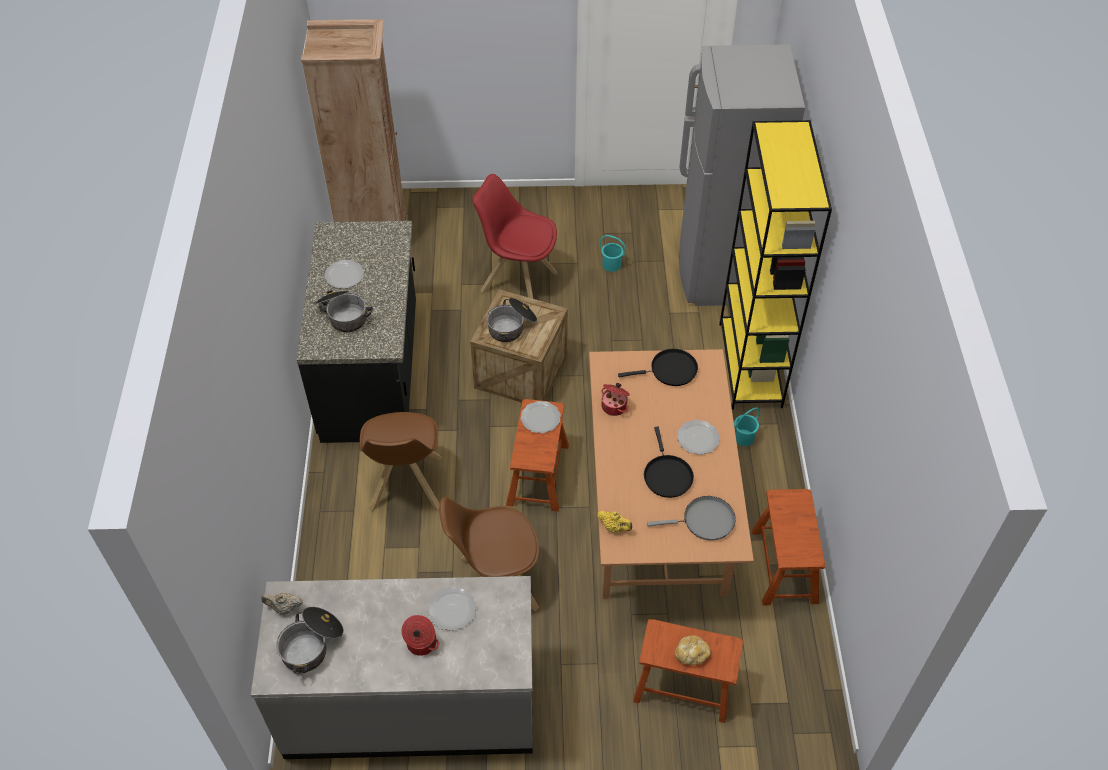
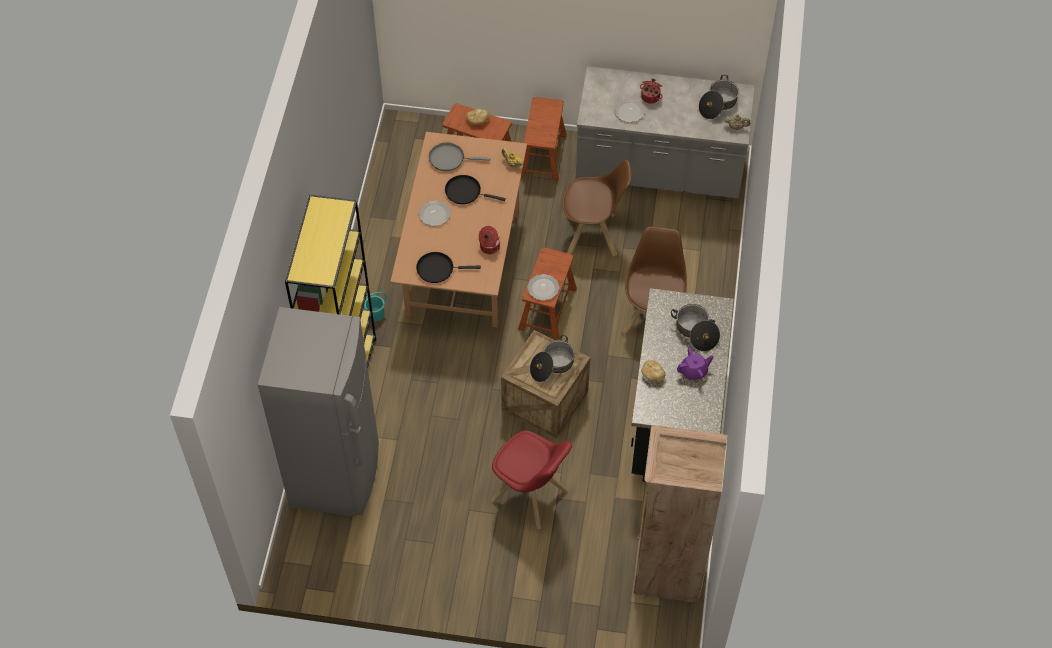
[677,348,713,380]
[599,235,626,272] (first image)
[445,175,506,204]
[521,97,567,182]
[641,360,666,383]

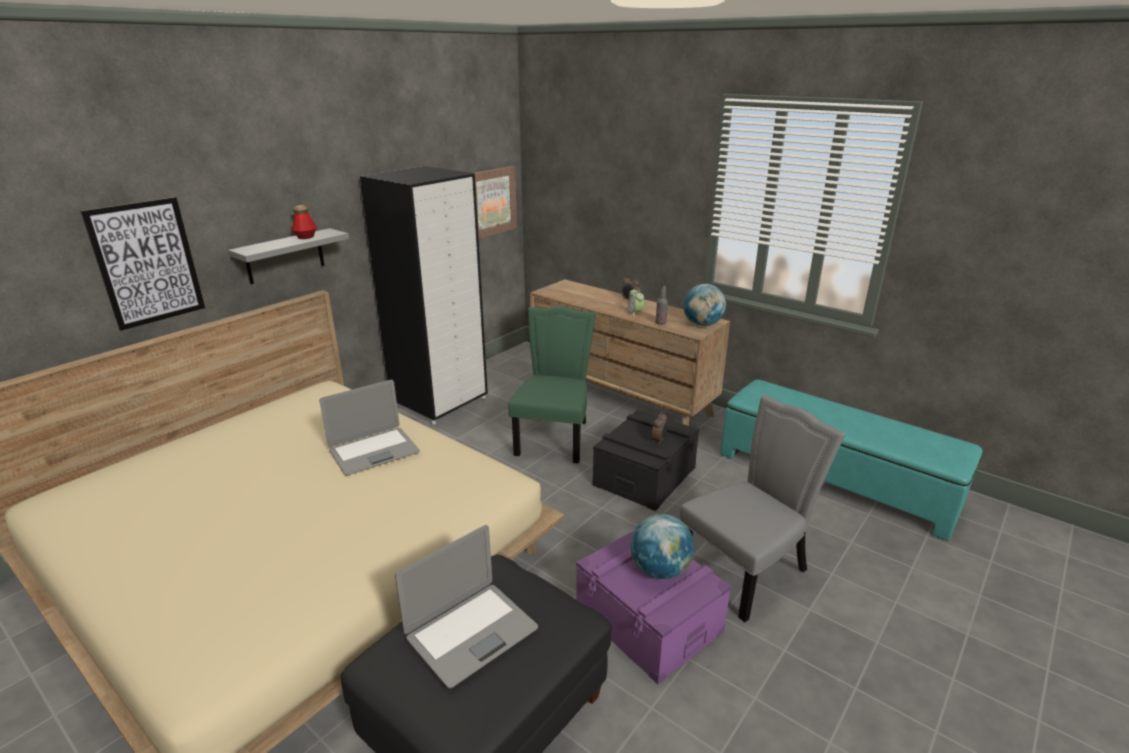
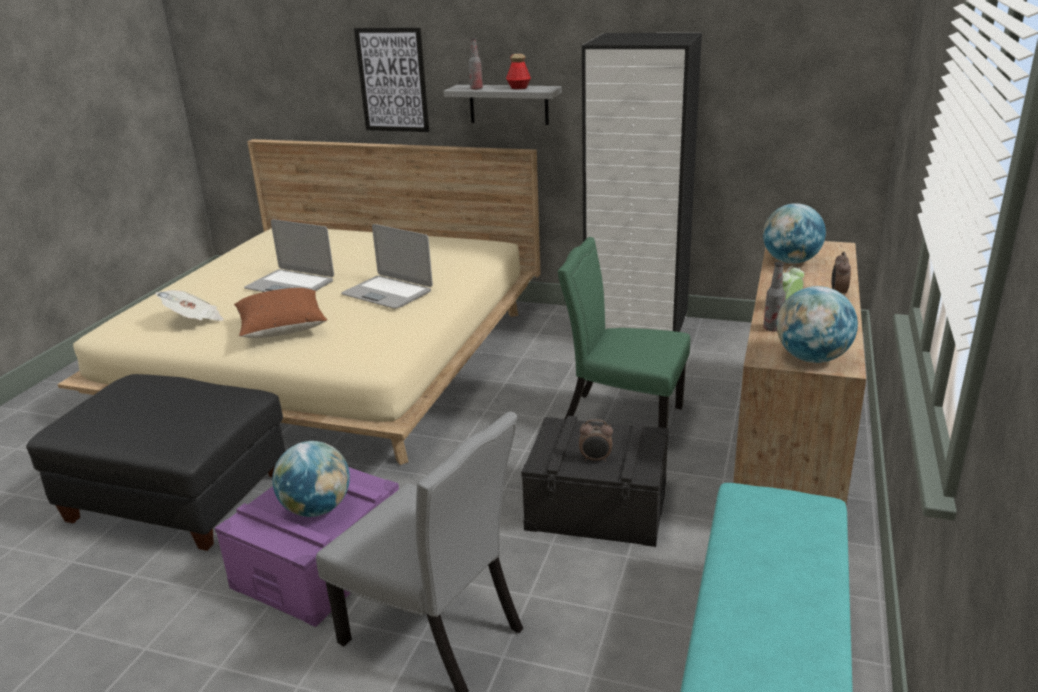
[244,219,334,292]
[475,166,517,238] (first image)
[558,237,690,428]
[155,290,224,321]
[234,288,327,338]
[469,38,483,90]
[763,203,826,264]

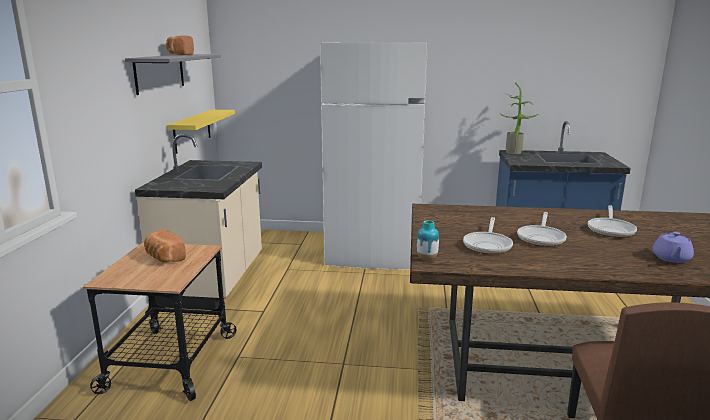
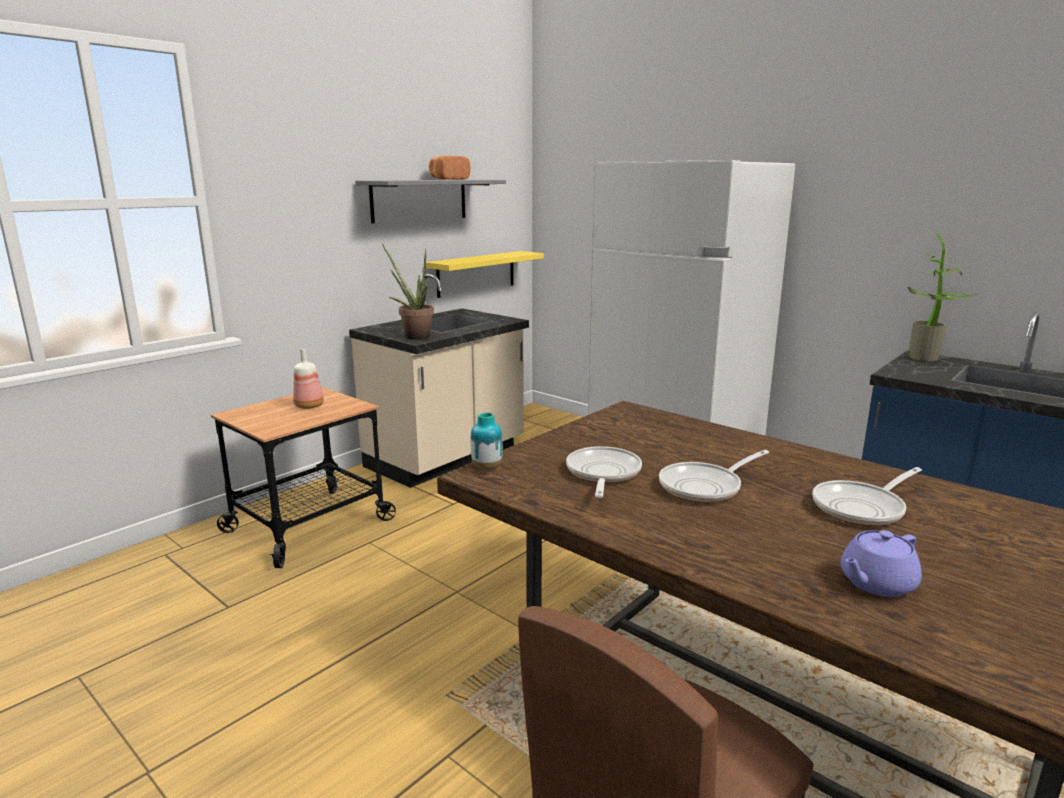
[293,348,324,409]
[566,446,642,498]
[382,244,434,340]

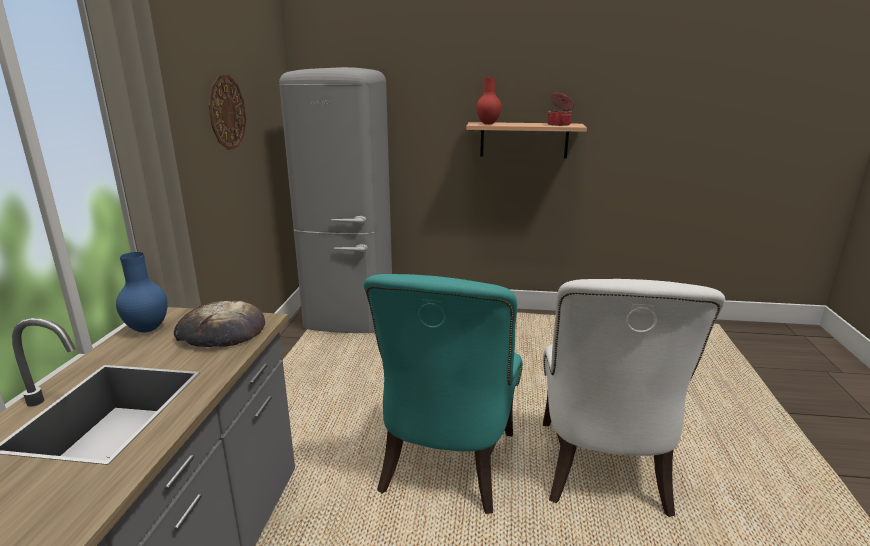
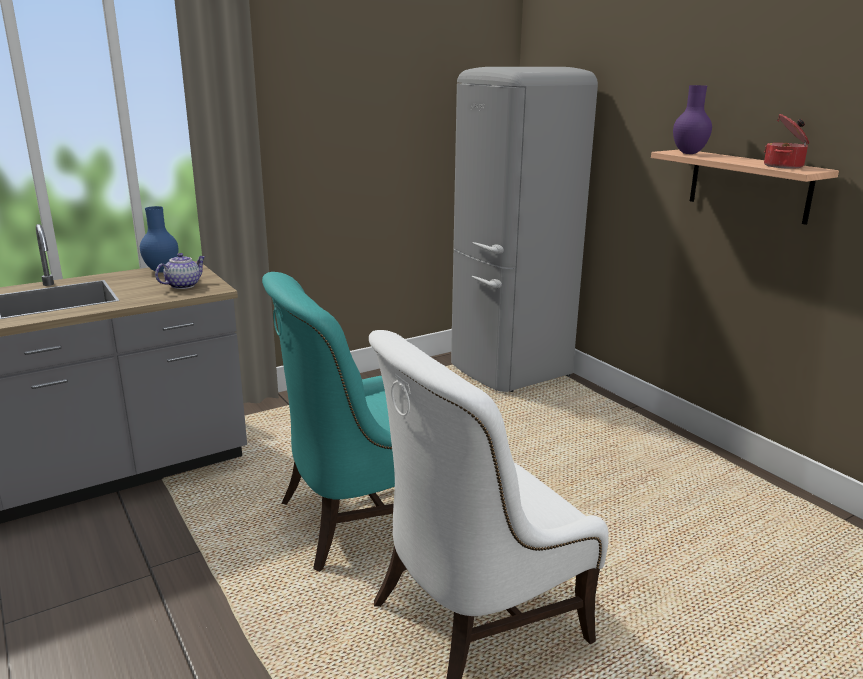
[155,253,206,289]
[209,75,246,150] (first image)
[673,85,712,154]

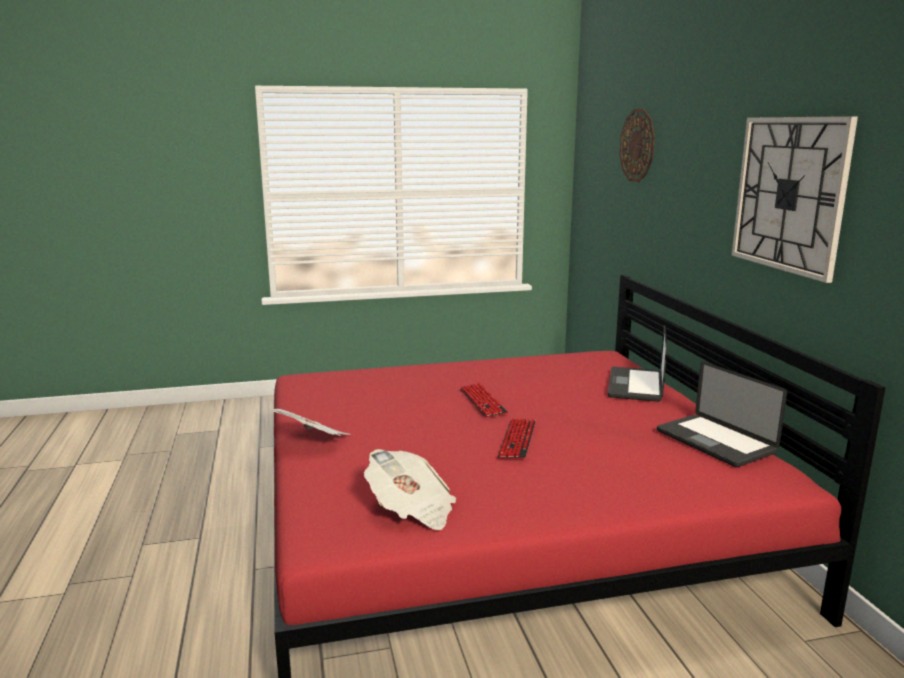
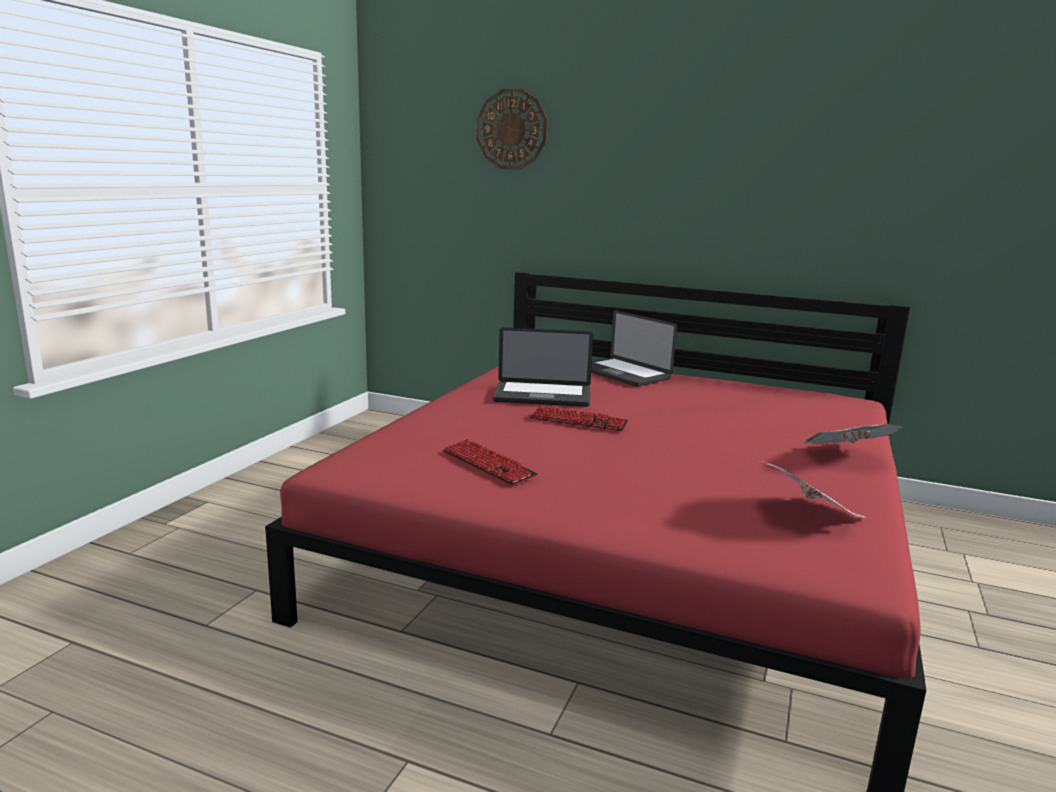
[803,424,902,444]
[443,439,538,486]
[493,327,593,407]
[732,116,858,283] (first image)

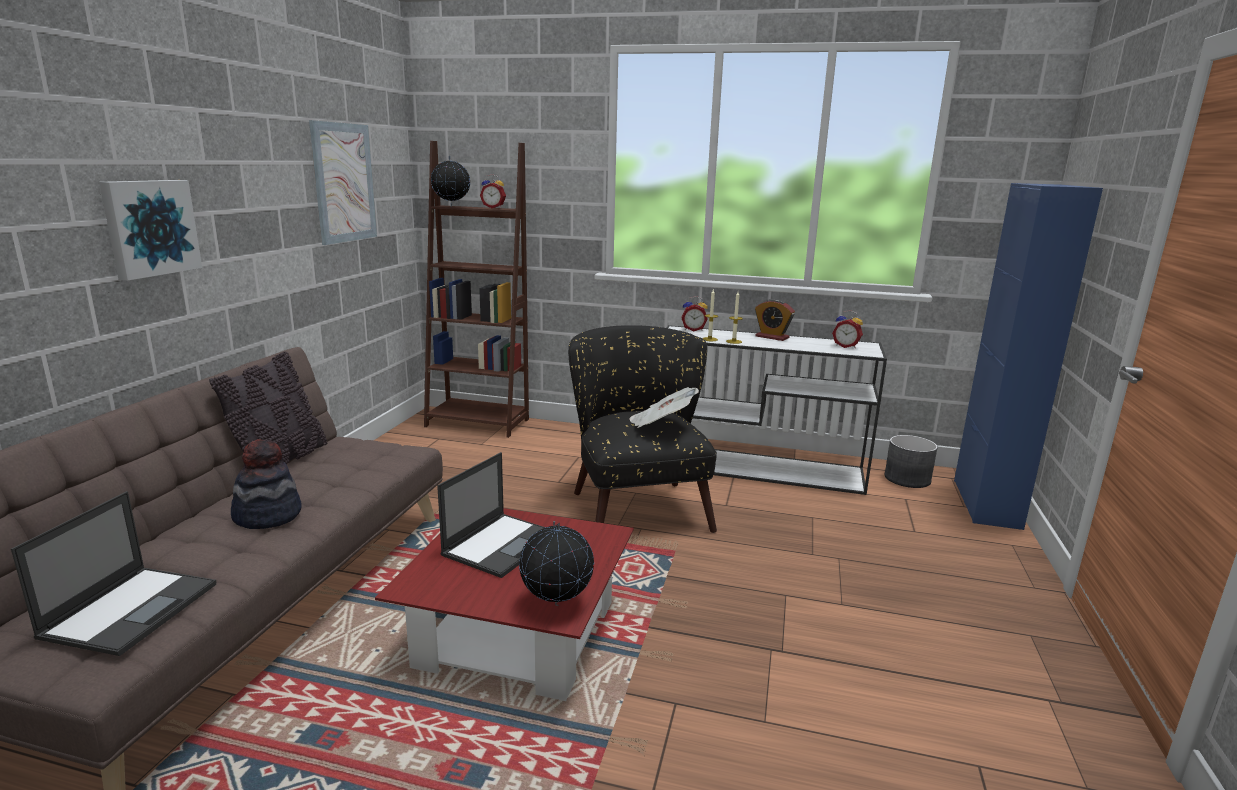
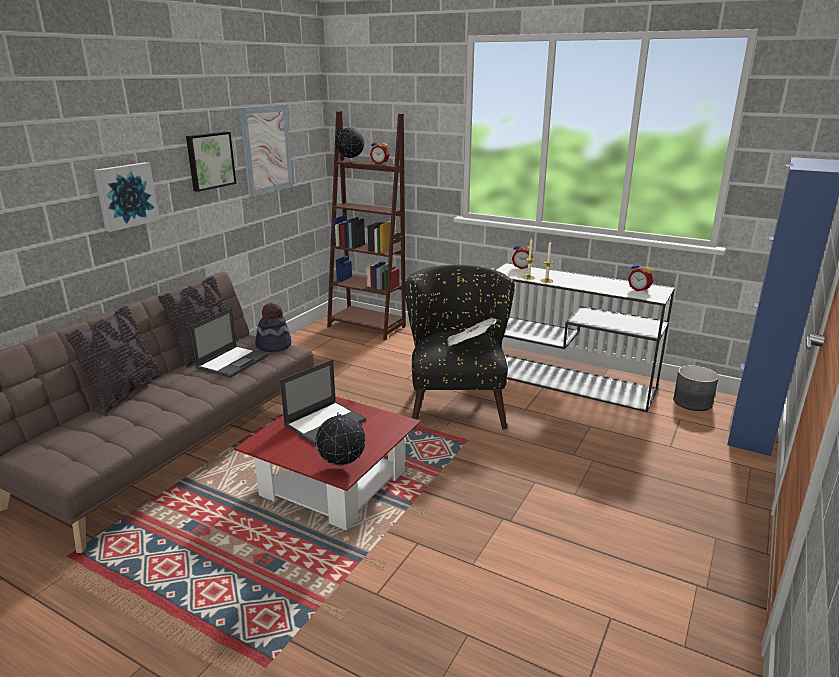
[190,308,269,378]
[255,303,292,352]
[755,299,795,341] (first image)
[65,306,162,414]
[186,132,236,192]

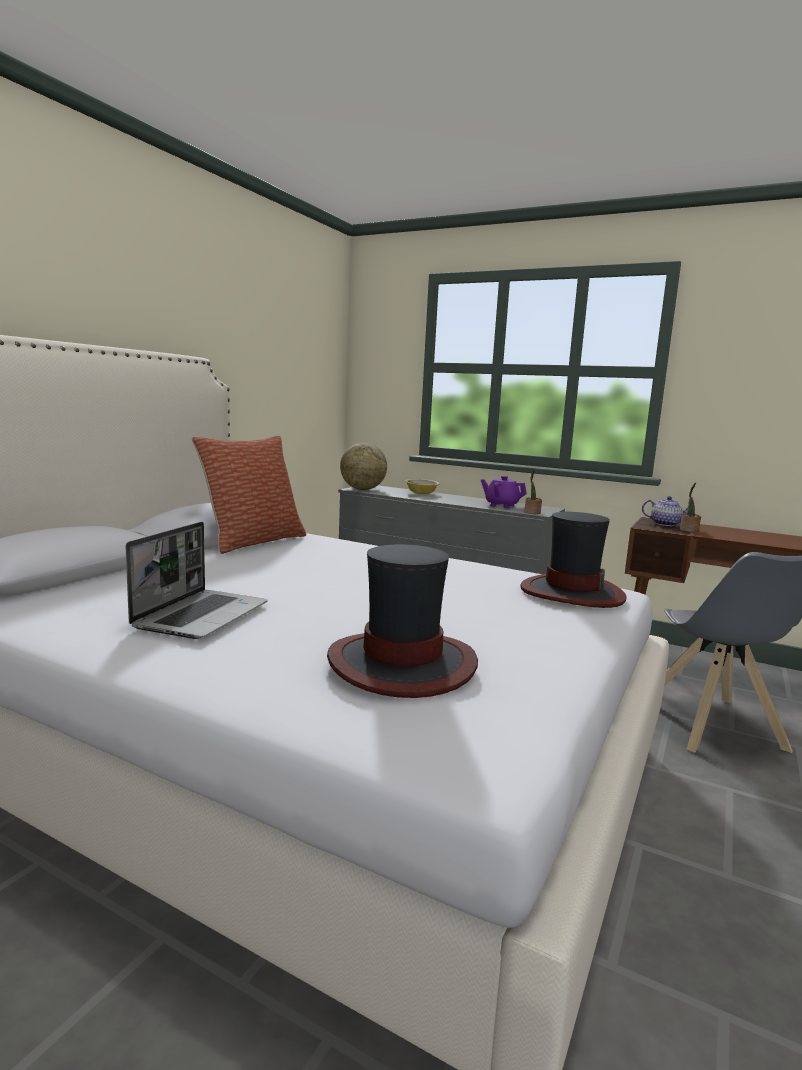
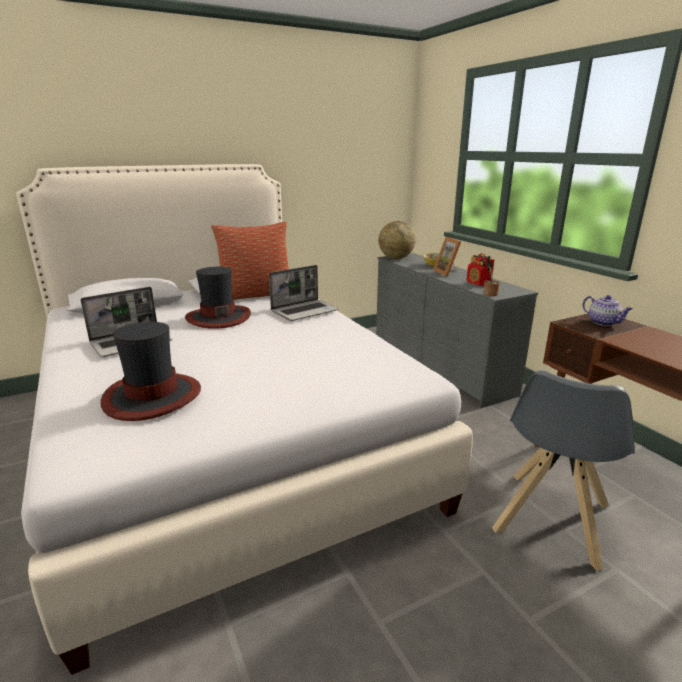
[467,253,494,286]
[185,267,251,329]
[680,482,701,532] (first image)
[269,265,339,321]
[433,237,461,277]

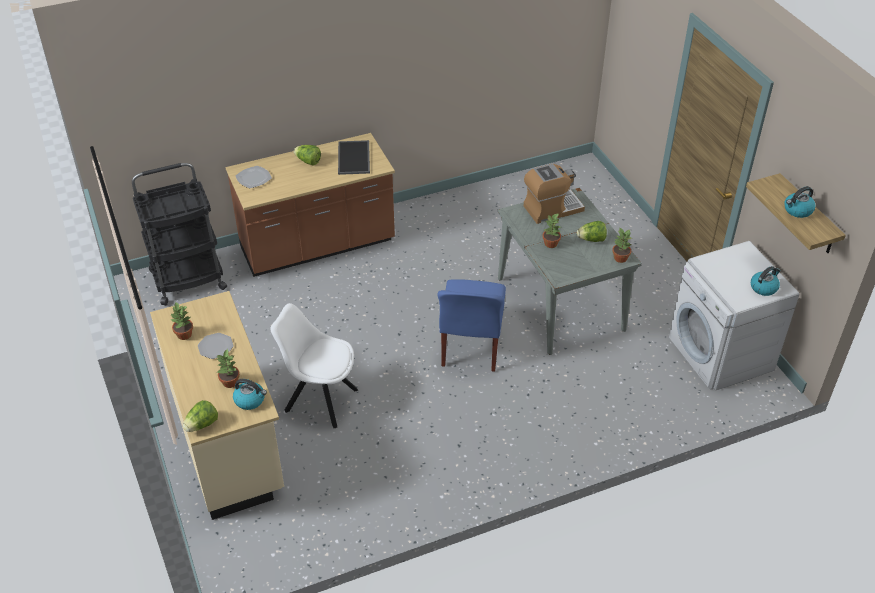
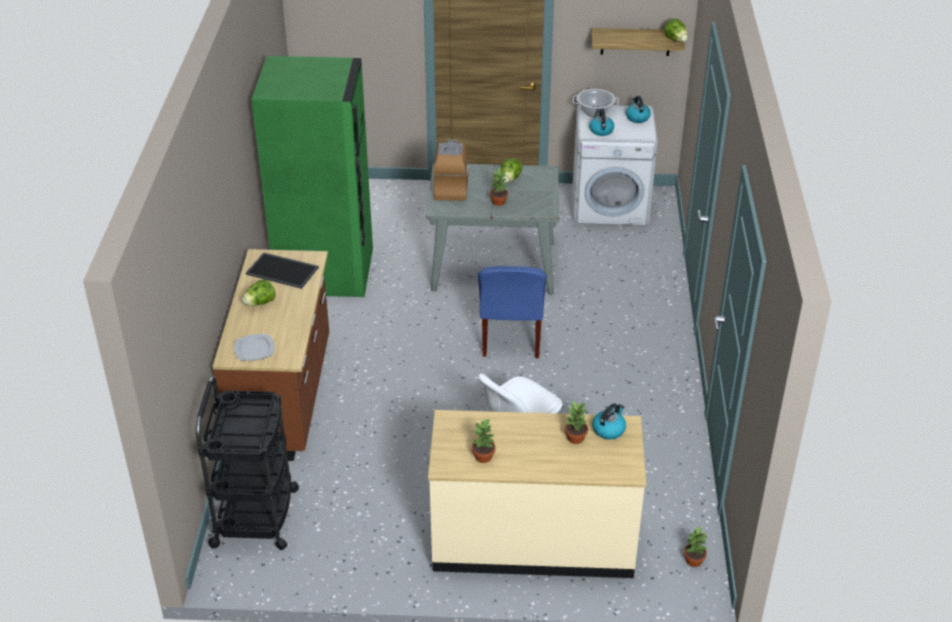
[664,19,688,42]
[198,333,234,359] (first image)
[478,266,547,358]
[684,527,708,567]
[589,108,614,136]
[251,56,373,297]
[572,89,619,117]

